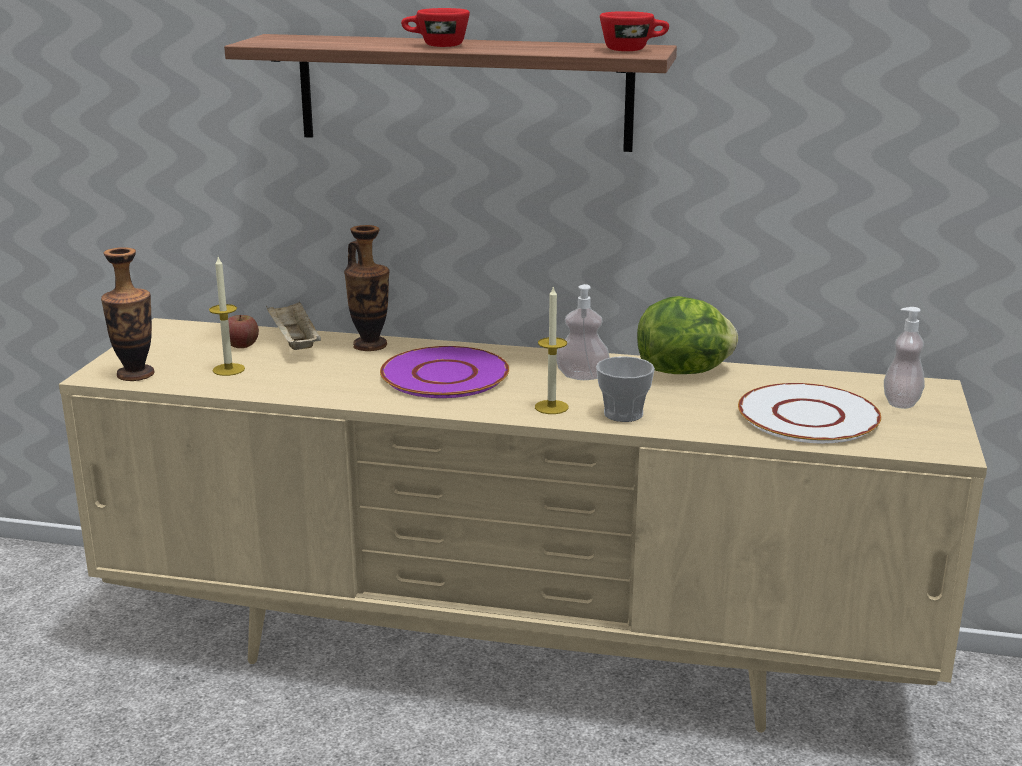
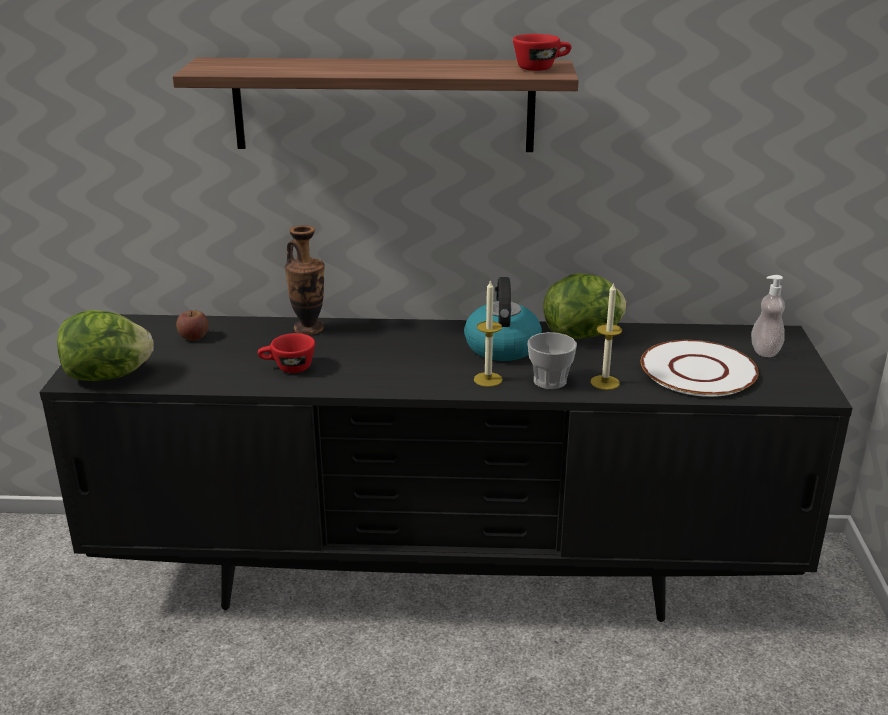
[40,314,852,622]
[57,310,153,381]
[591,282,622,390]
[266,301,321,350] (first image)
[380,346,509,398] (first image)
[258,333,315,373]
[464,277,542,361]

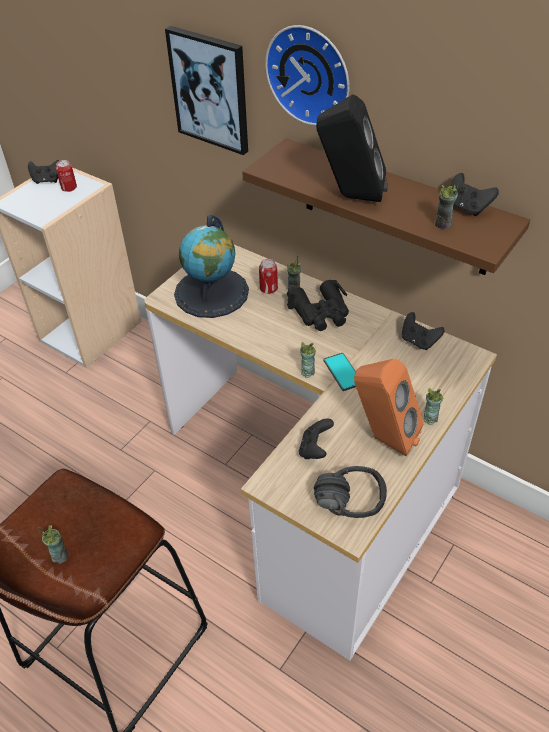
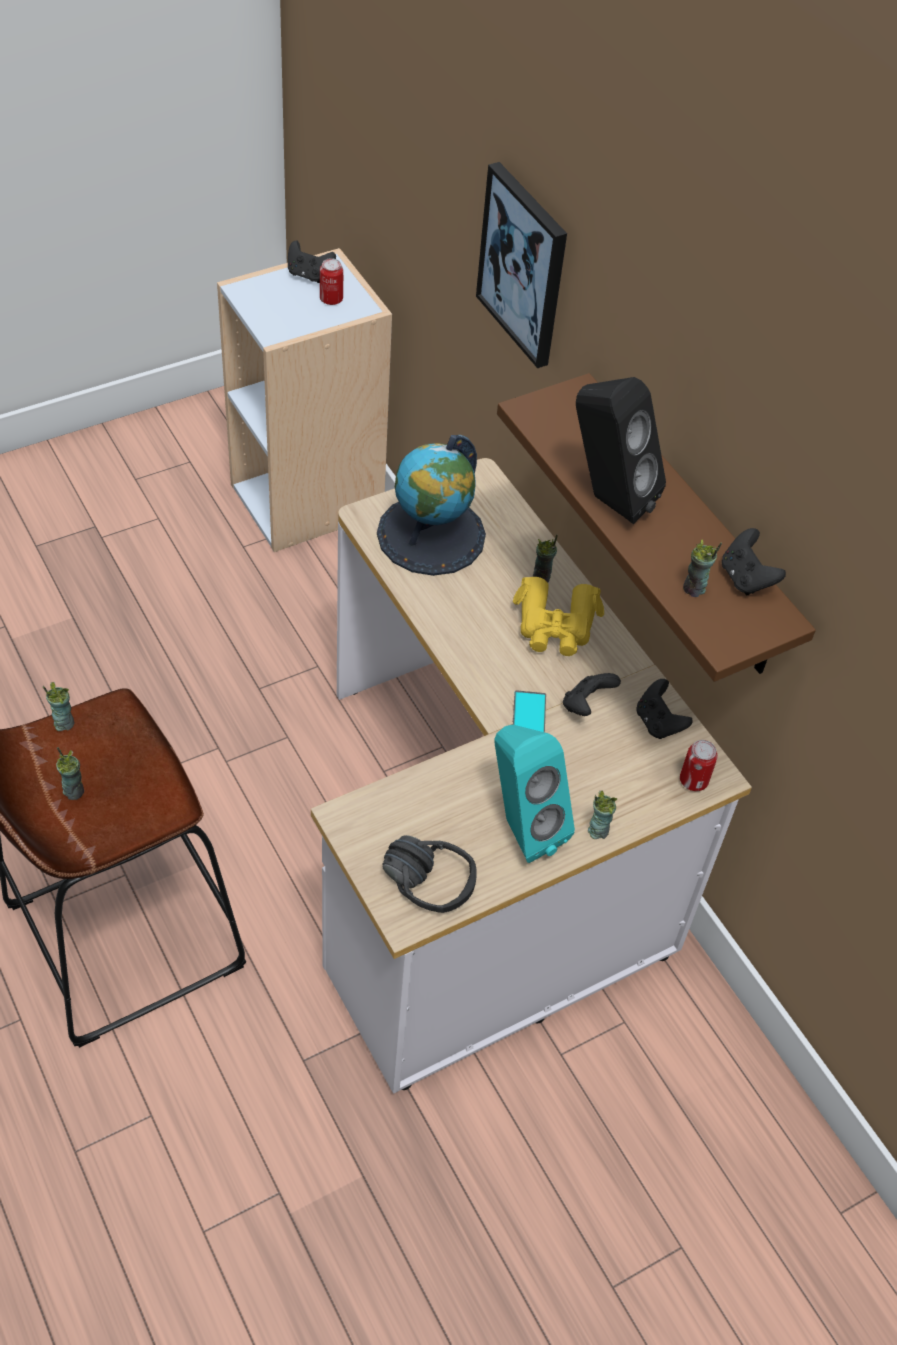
[680,740,717,791]
[265,25,350,126] (first image)
[513,577,604,656]
[563,673,621,716]
[43,682,74,731]
[494,725,575,863]

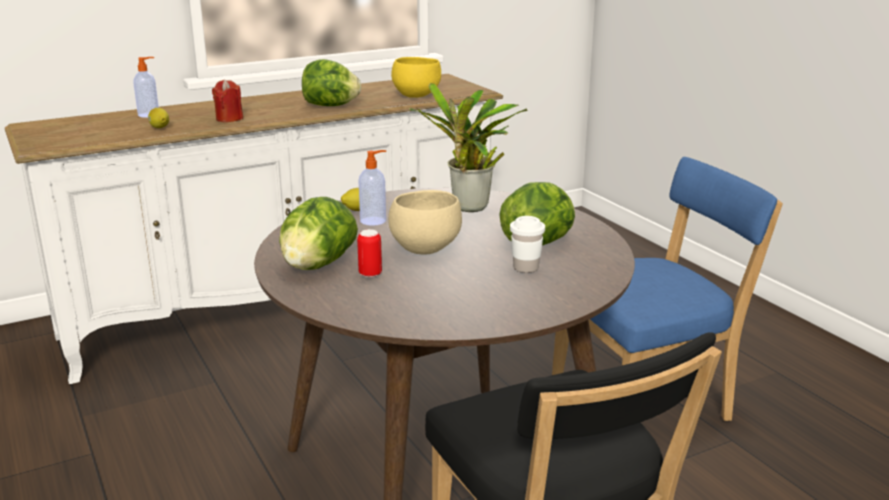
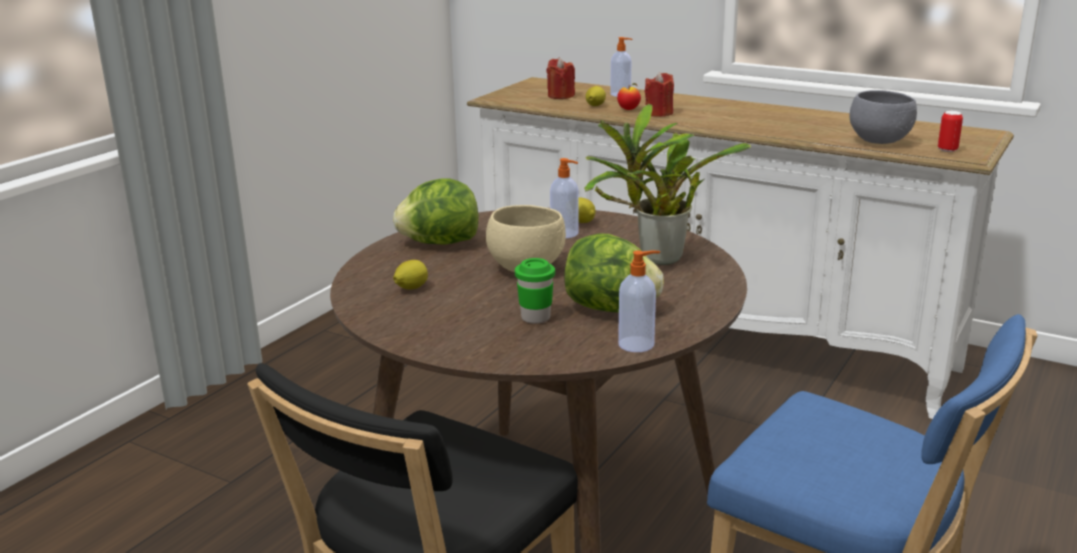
[302,59,361,106] (first image)
[938,111,963,152]
[849,90,917,144]
[515,258,555,324]
[393,260,428,290]
[547,58,575,99]
[617,83,641,110]
[618,250,660,352]

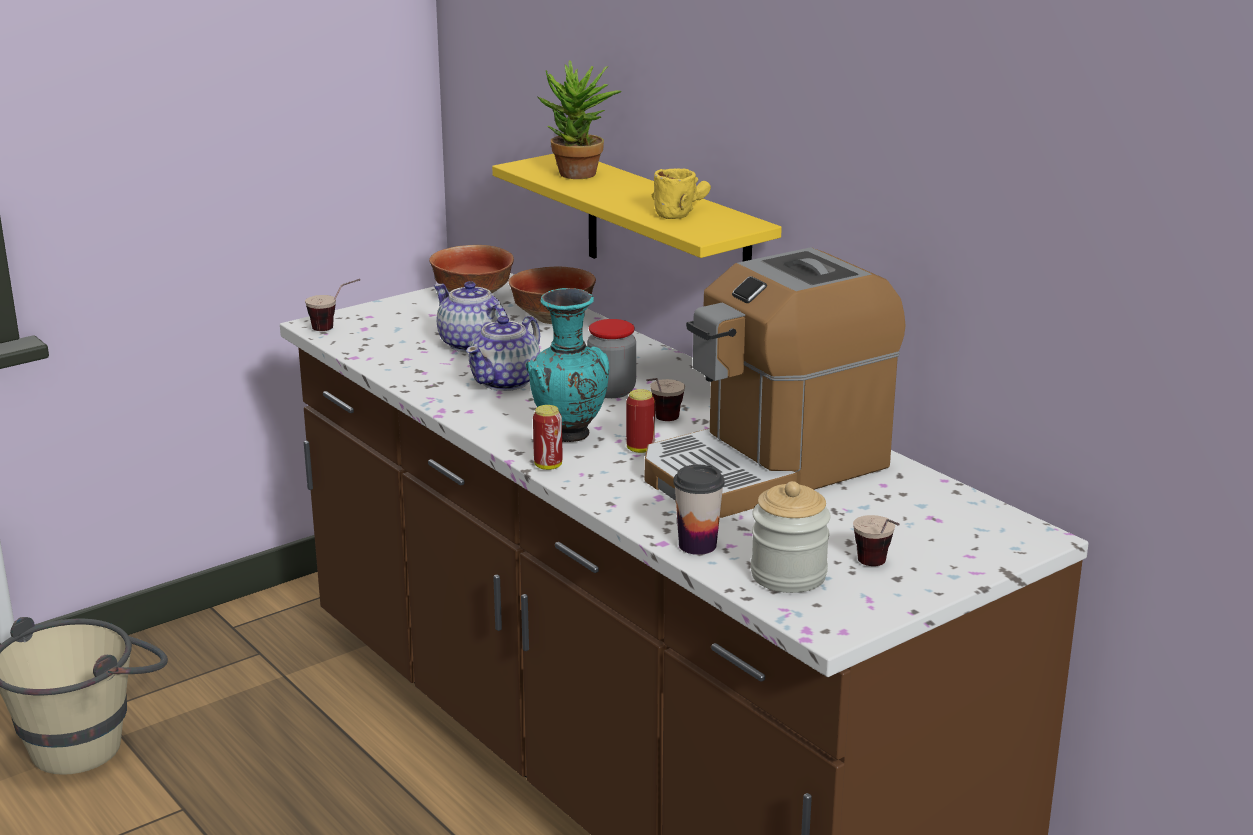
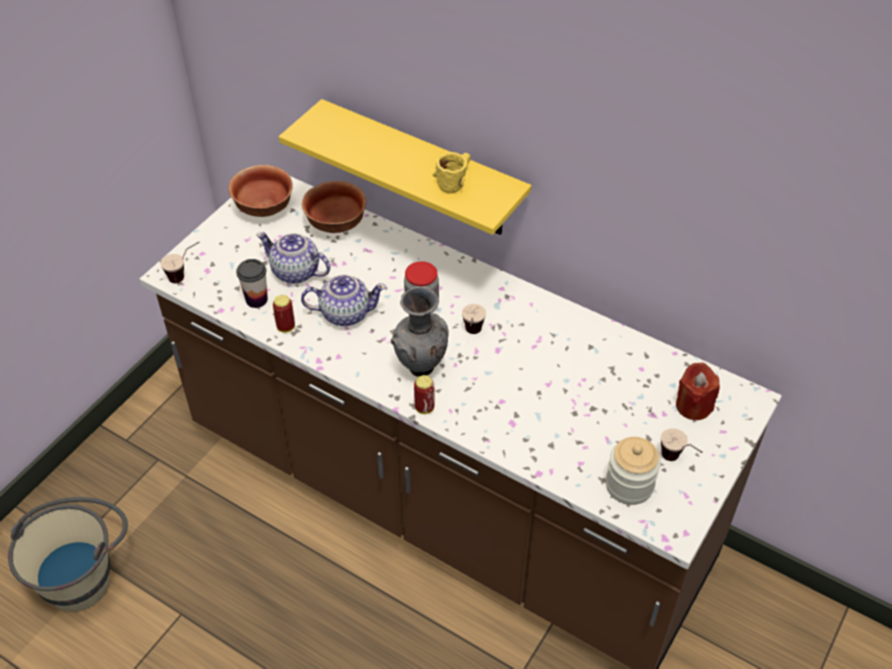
[301,275,386,326]
[390,287,449,377]
[538,60,621,179] (first image)
[273,295,295,333]
[645,247,906,518] (first image)
[236,259,268,308]
[676,363,720,420]

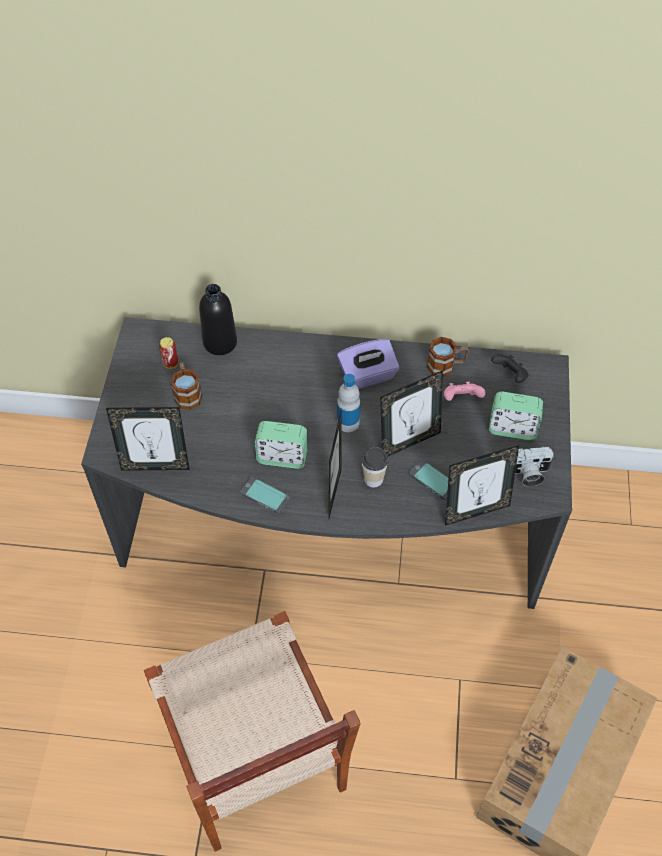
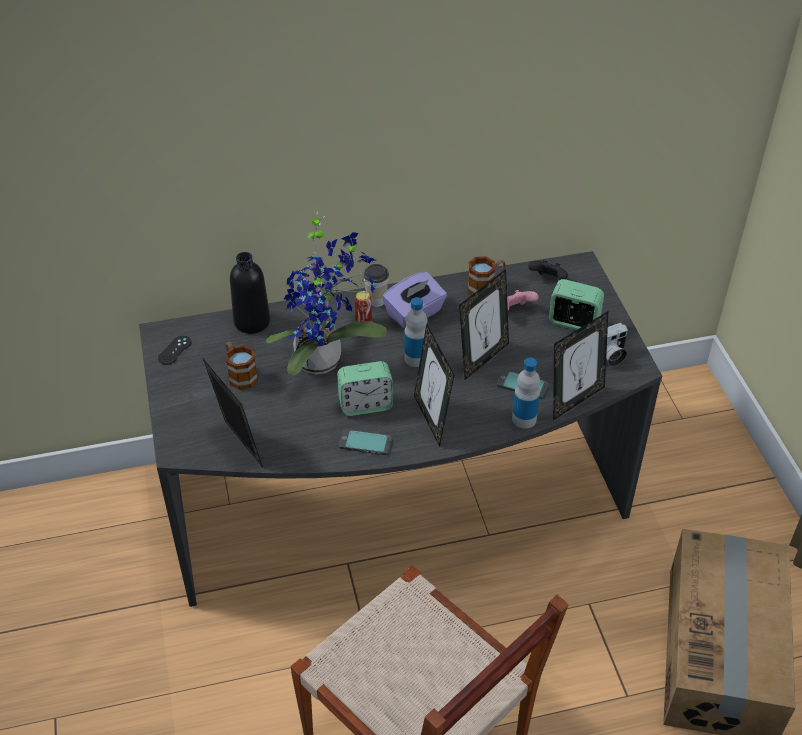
[203,359,263,467]
[355,291,372,322]
[363,264,389,307]
[549,279,604,330]
[158,336,192,365]
[266,211,387,375]
[512,358,540,429]

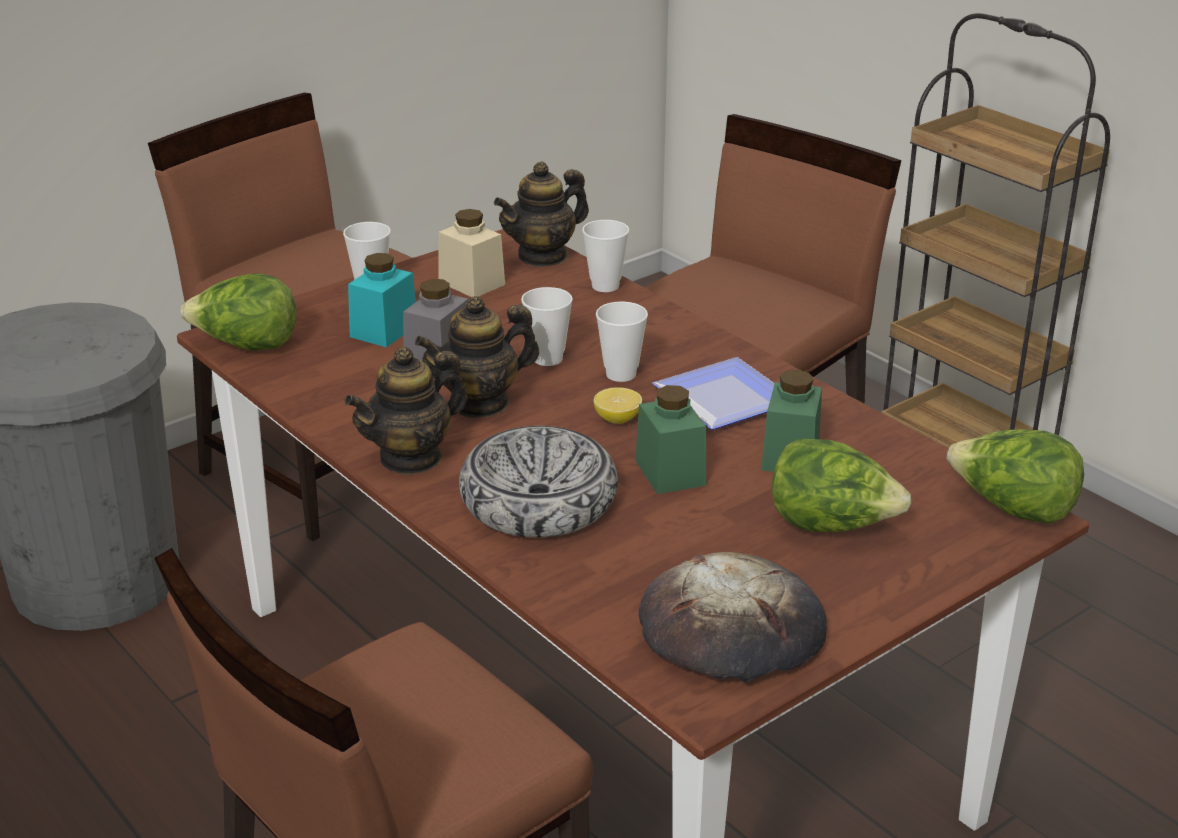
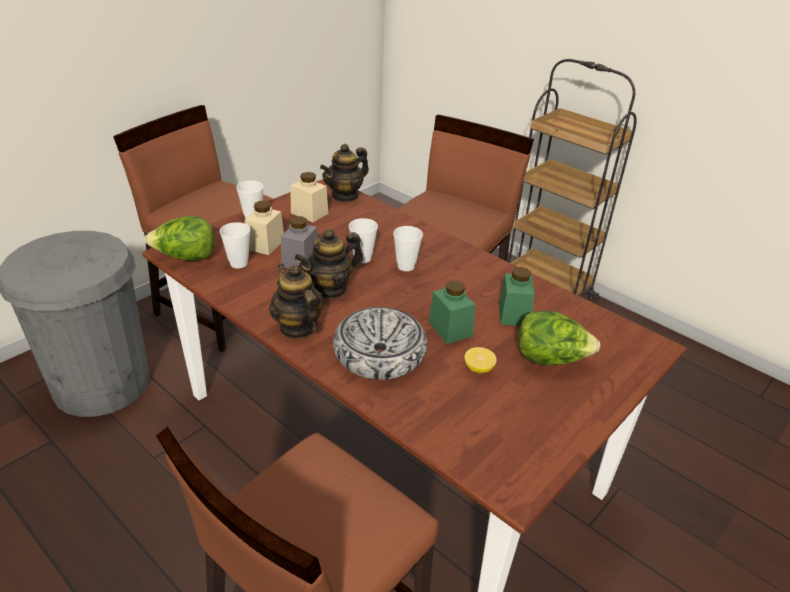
[269,263,324,339]
[245,201,284,255]
[220,222,250,268]
[464,347,497,374]
[638,552,827,683] (first image)
[652,357,775,430] (first image)
[947,429,1084,524] (first image)

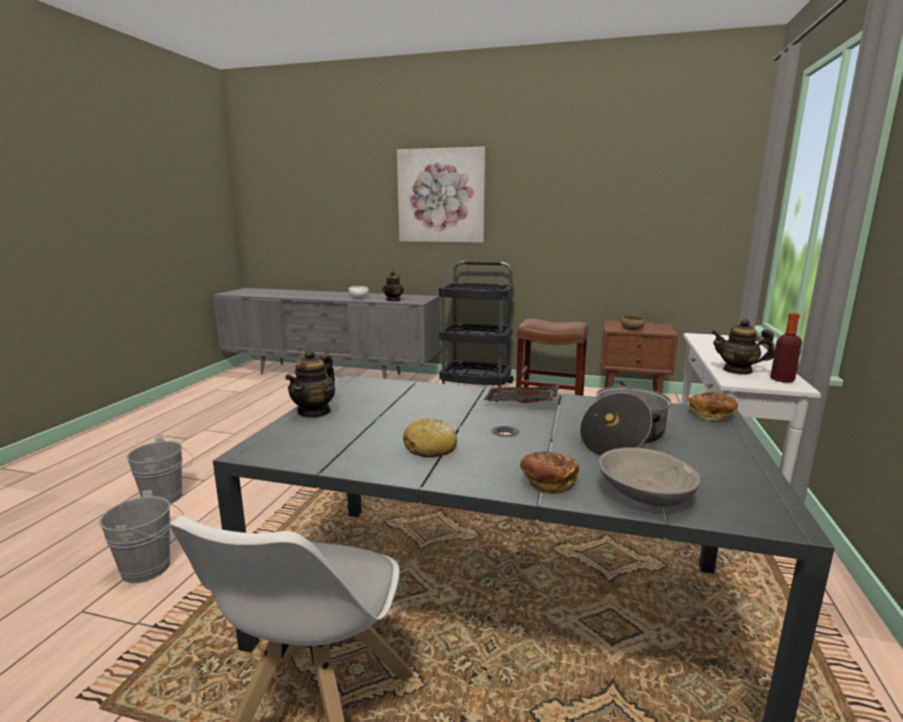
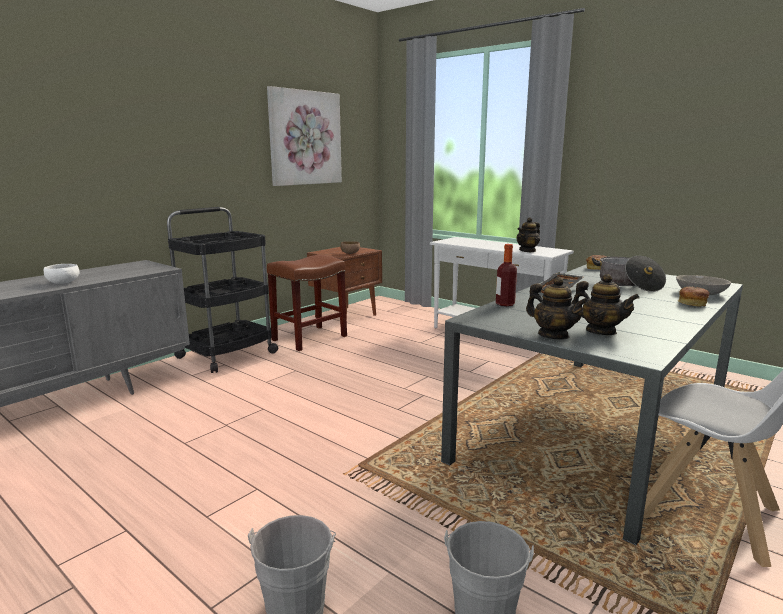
[572,274,640,335]
[267,86,342,186]
[403,418,457,458] (first image)
[496,244,517,306]

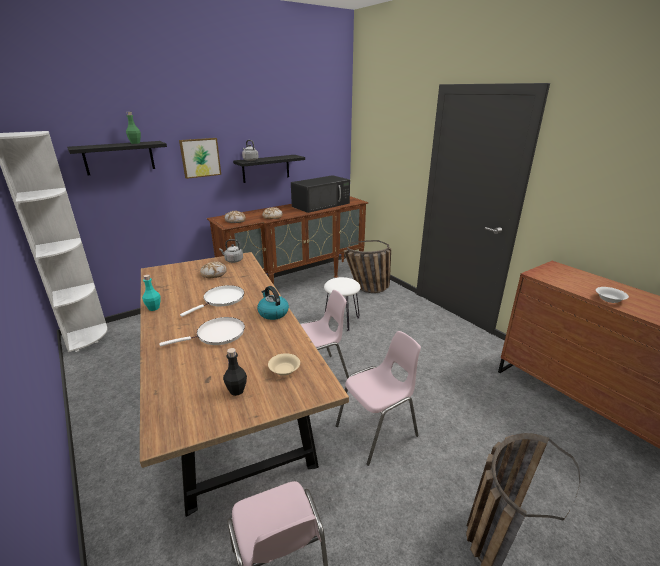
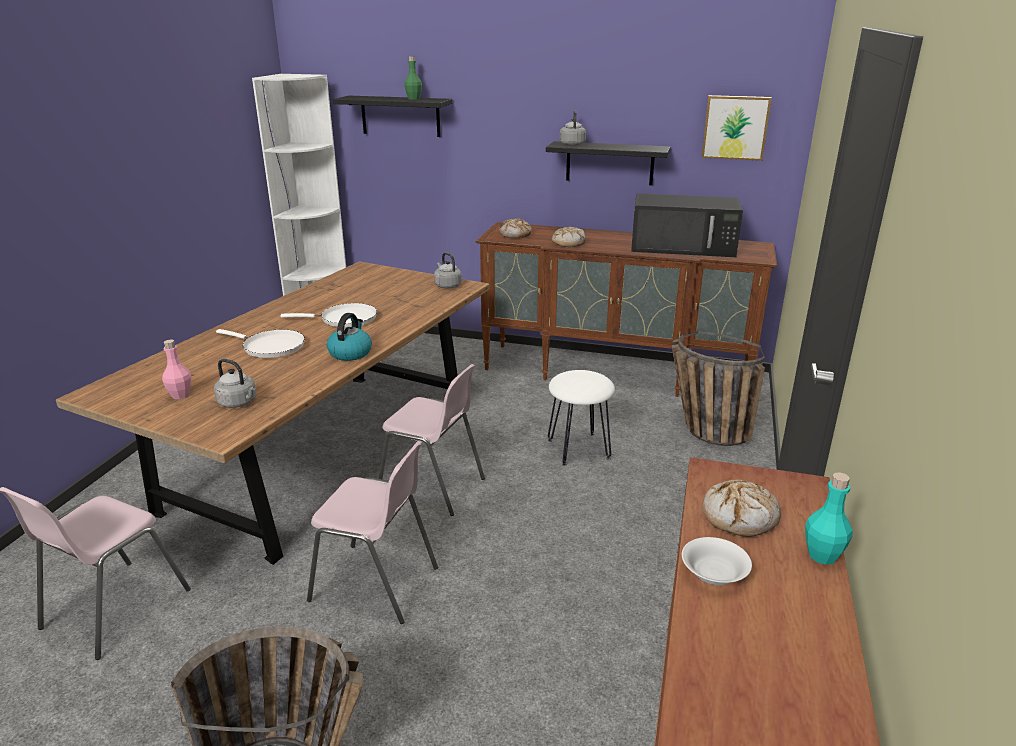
[805,472,853,565]
[702,95,772,161]
[702,479,781,537]
[162,340,191,399]
[214,359,256,408]

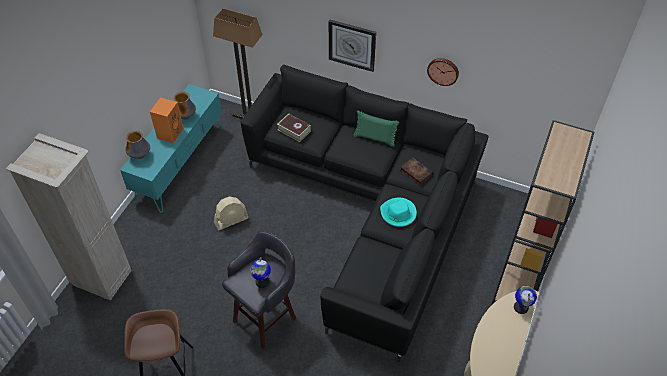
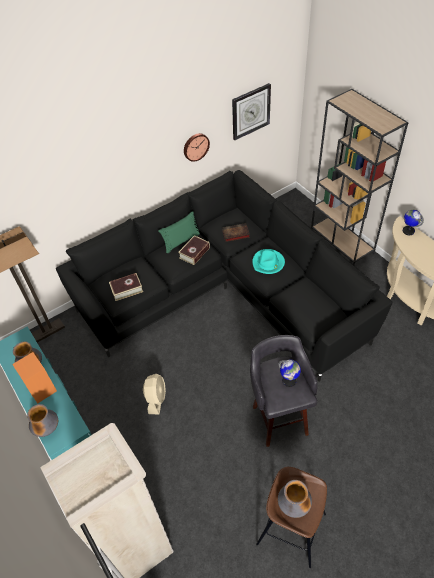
[232,83,271,140]
[178,235,210,265]
[278,480,312,518]

